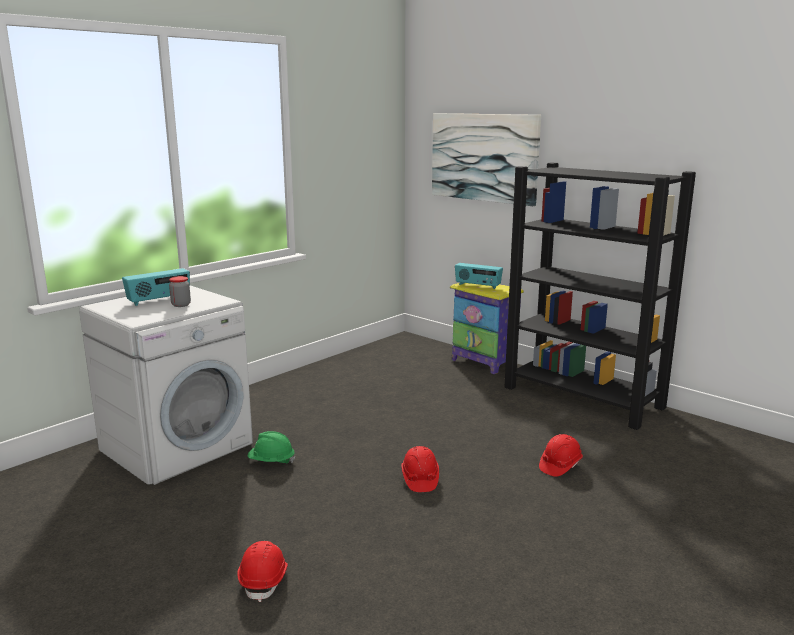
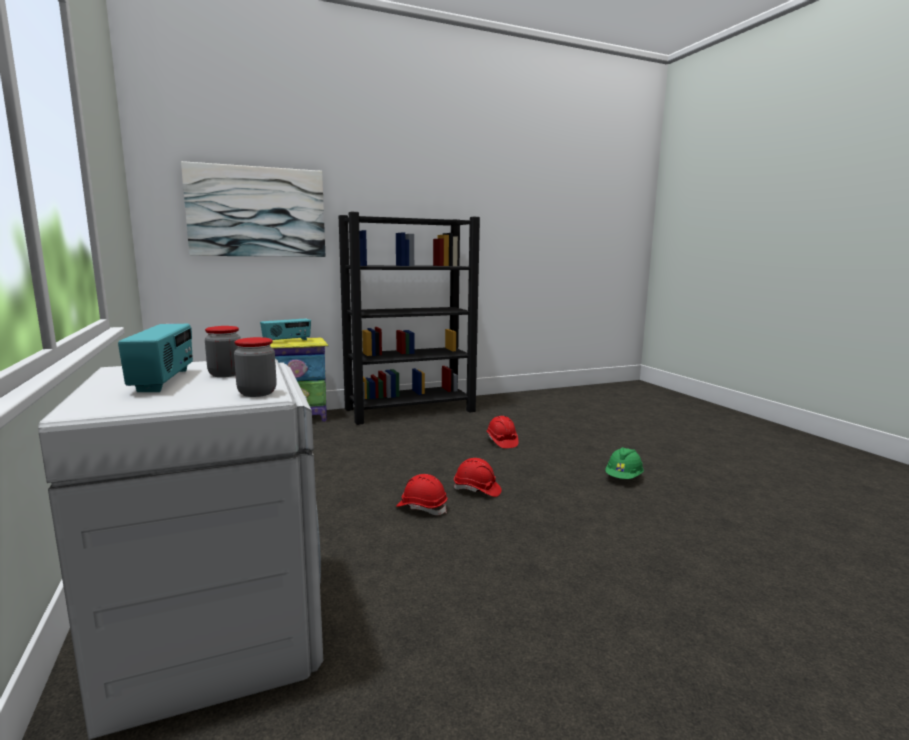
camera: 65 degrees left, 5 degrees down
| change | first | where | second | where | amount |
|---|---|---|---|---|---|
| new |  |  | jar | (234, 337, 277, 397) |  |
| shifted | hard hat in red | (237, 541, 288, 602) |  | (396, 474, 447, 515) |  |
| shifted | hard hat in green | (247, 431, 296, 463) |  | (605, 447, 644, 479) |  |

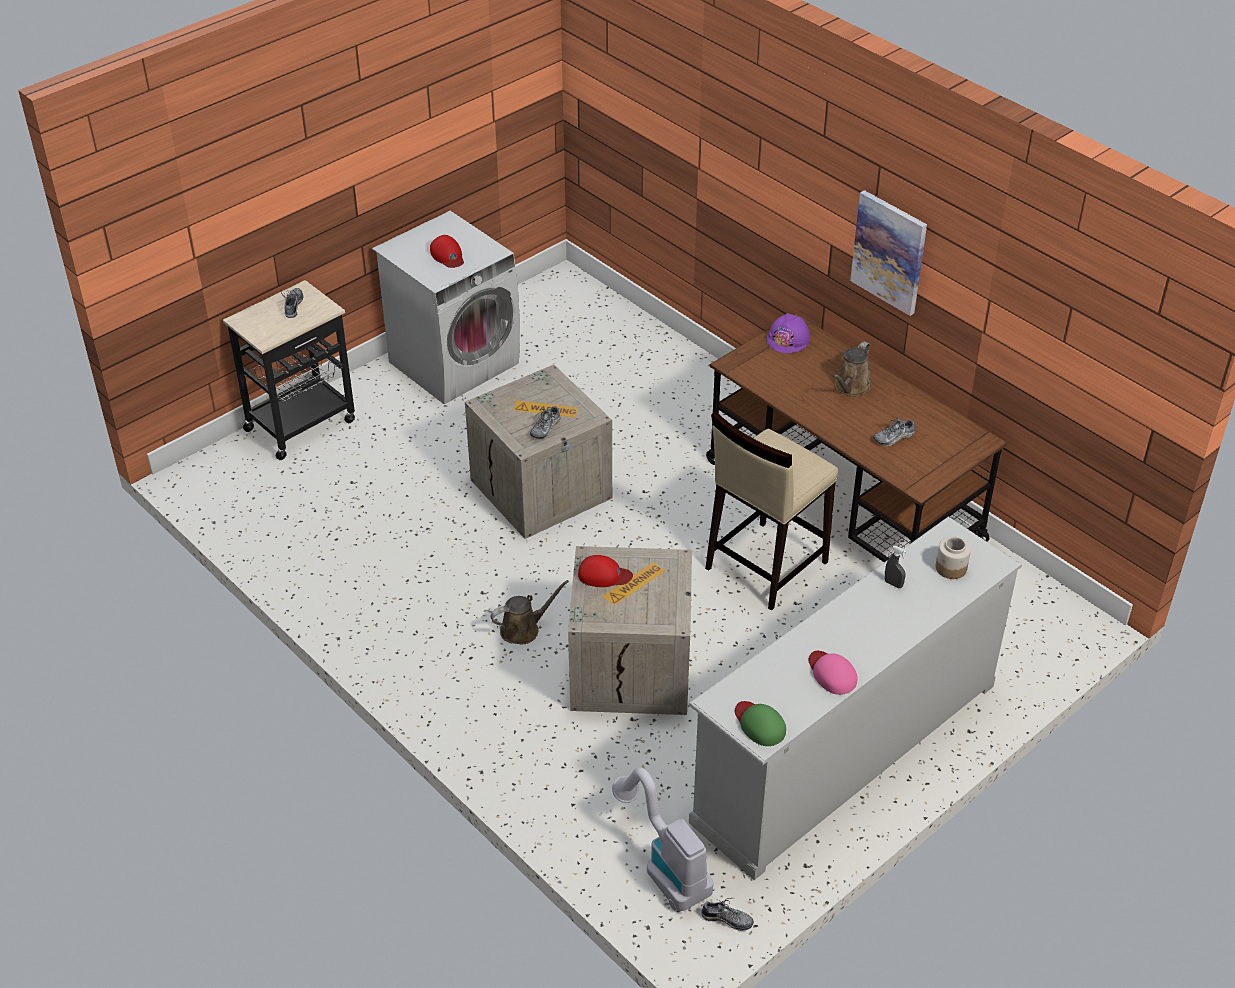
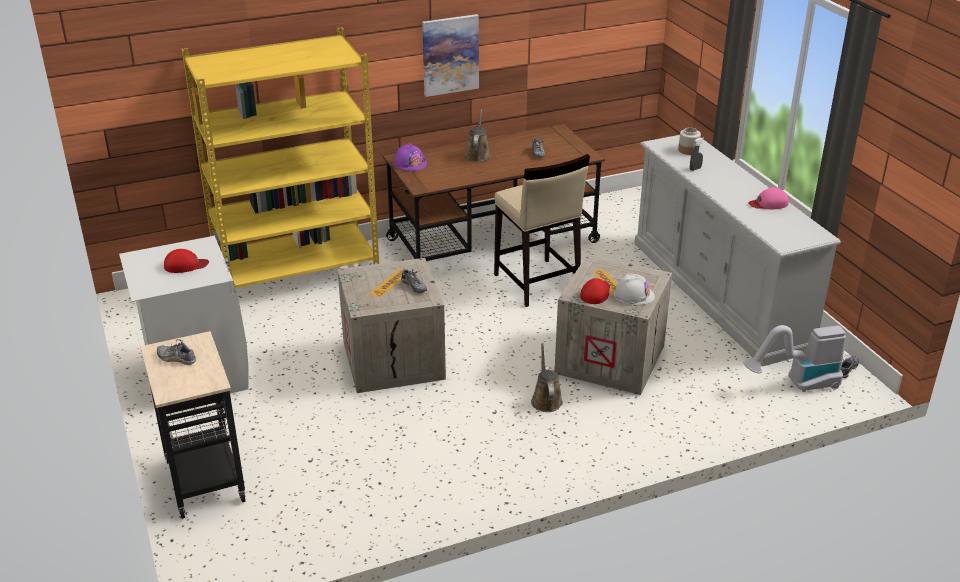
camera: 70 degrees left, 10 degrees down
| change | first | where | second | where | amount |
|---|---|---|---|---|---|
| gone | cap in green | (735, 701, 786, 746) |  |  |  |
| new |  |  | bookcase in yellow | (182, 27, 379, 288) |  |
| new |  |  | hard hat in white | (613, 273, 655, 305) |  |
| rotated | watering can in brown | (833, 341, 872, 396) |  | (464, 109, 491, 162) | 135 degrees counterclockwise |

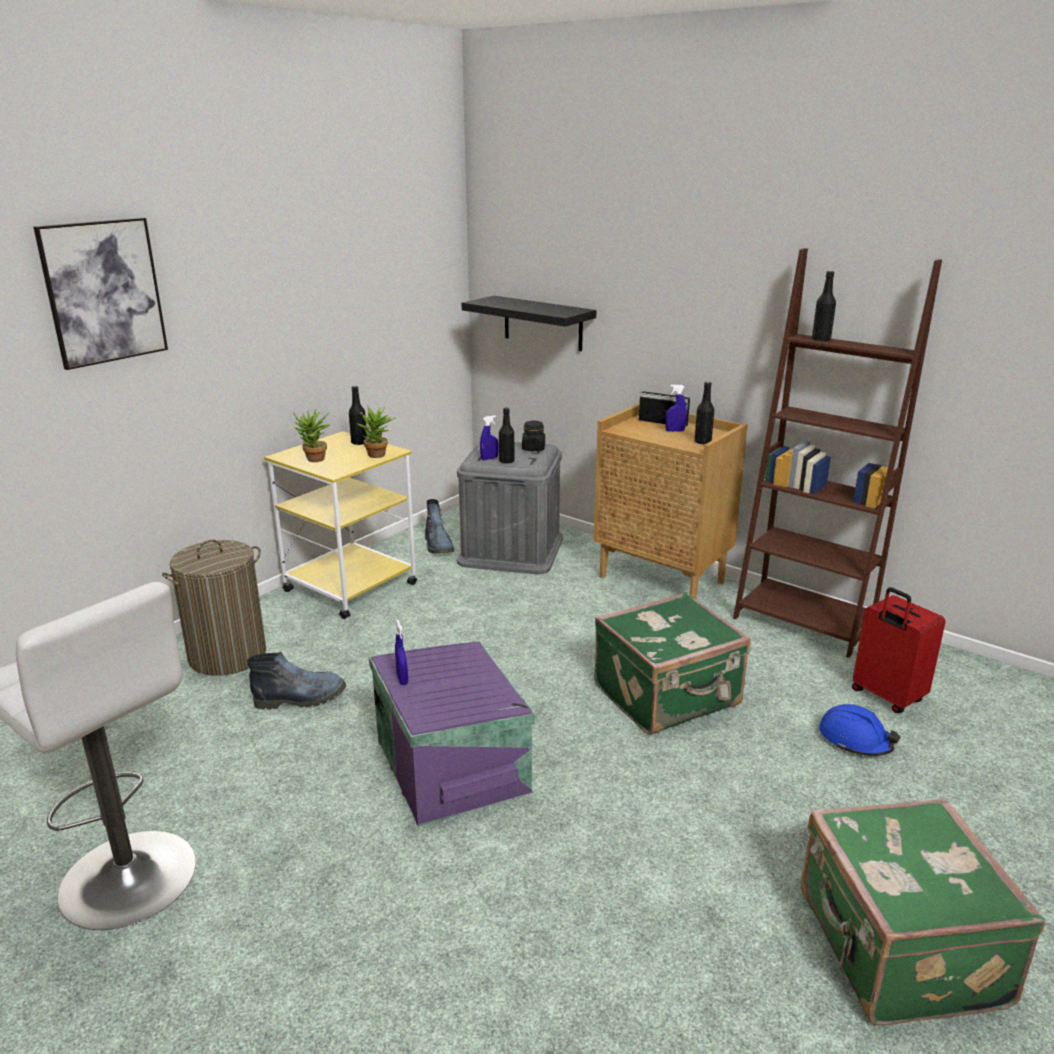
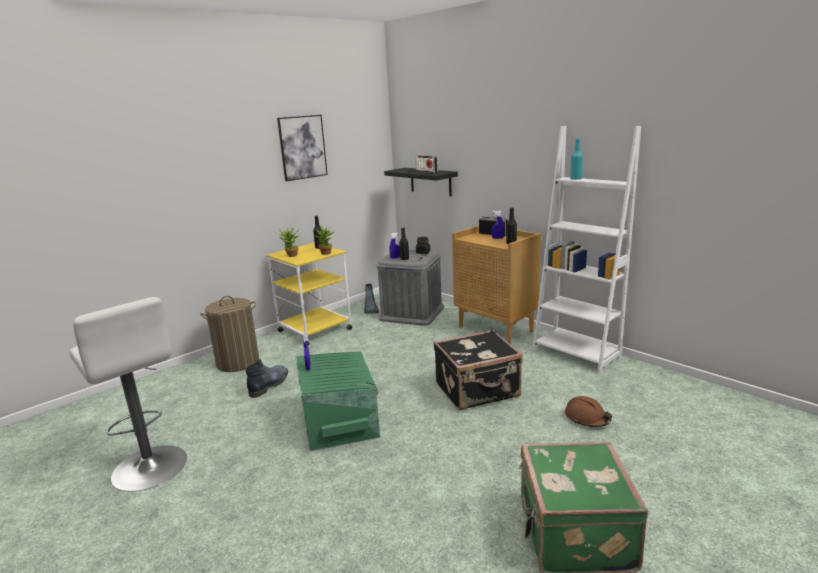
camera: 10 degrees right, 5 degrees down
| change | first | where | second | where | amount |
|---|---|---|---|---|---|
| gone | suitcase in red | (852, 587, 945, 713) |  |  |  |
| new |  |  | radio | (416, 155, 438, 173) |  |
| shifted | picture | (34, 218, 168, 370) |  | (277, 115, 328, 181) |  |
| repainted | storage box in purple | (369, 641, 535, 827) | storage box in green | (295, 352, 380, 452) |  |
| repainted | suitcase in green | (594, 592, 751, 735) | suitcase in black | (433, 329, 523, 410) |  |
| repainted | bookcase in brown | (733, 248, 942, 658) | bookcase in white | (533, 126, 641, 374) |  |
| repainted | bottle in black | (812, 271, 836, 341) | bottle in turquoise | (570, 138, 583, 180) |  |
| repainted | hard hat in blue | (819, 704, 901, 756) | hard hat in brown | (565, 396, 612, 427) |  |
| rotated | boot | (247, 652, 346, 710) |  | (245, 360, 288, 398) | 60 degrees counterclockwise |

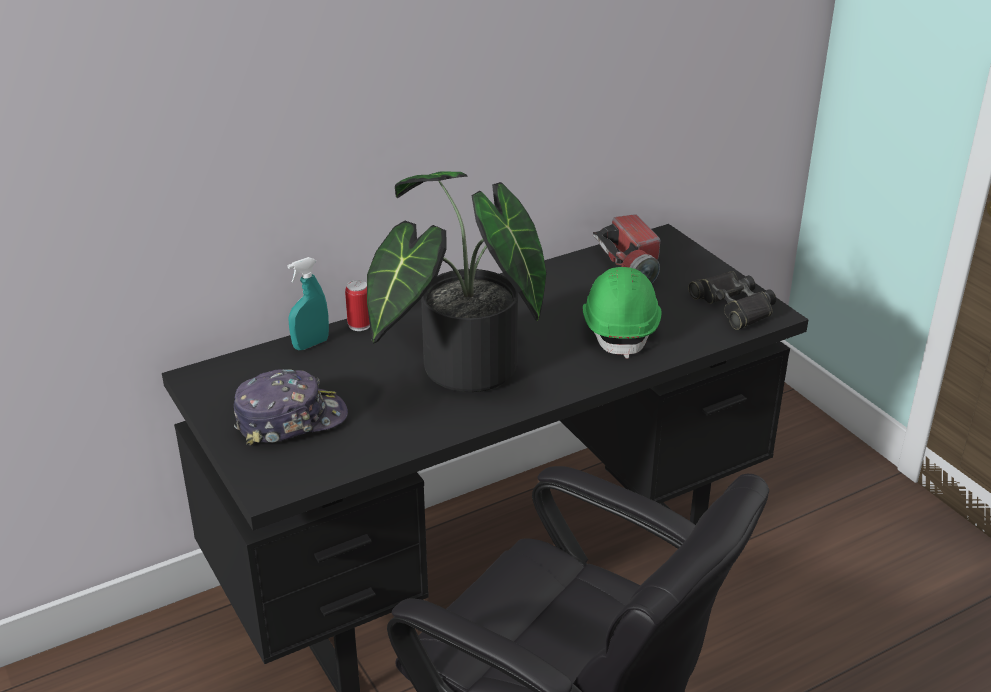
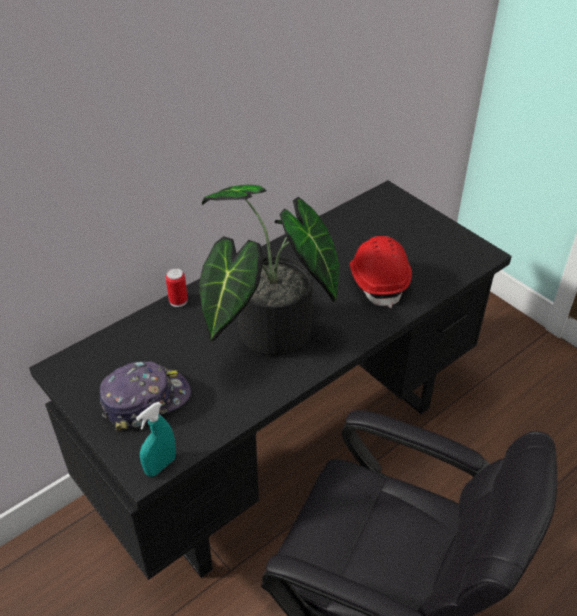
camera: 10 degrees left, 10 degrees up
| change | first | where | second | where | amount |
|---|---|---|---|---|---|
| gone | flashlight | (593, 214, 660, 283) |  |  |  |
| gone | binoculars in black | (688, 271, 776, 330) |  |  |  |
| shifted | spray bottle in turquoise | (287, 257, 329, 350) |  | (136, 402, 176, 477) |  |
| repainted | hard hat in green | (583, 267, 662, 359) | hard hat in red | (350, 236, 412, 308) |  |

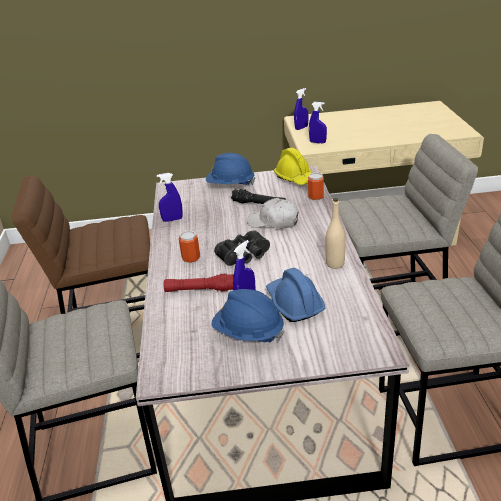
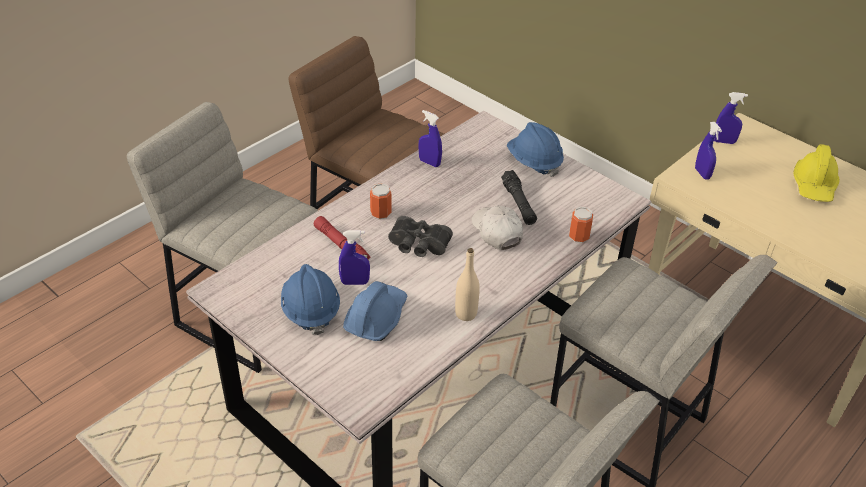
camera: 45 degrees right, 10 degrees up
| change | first | where | second | where | amount |
|---|---|---|---|---|---|
| shifted | hard hat in yellow | (274, 148, 313, 185) |  | (794, 144, 840, 202) |  |

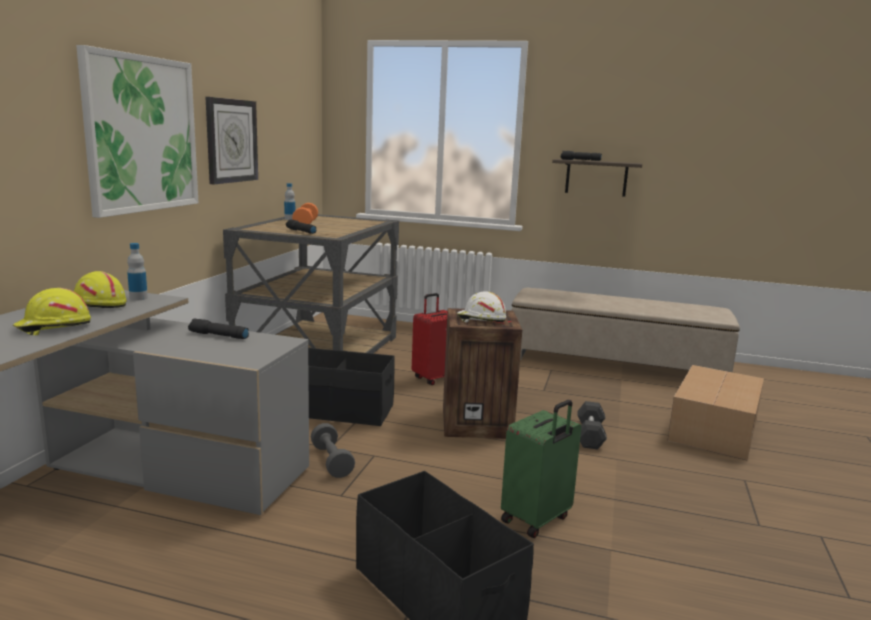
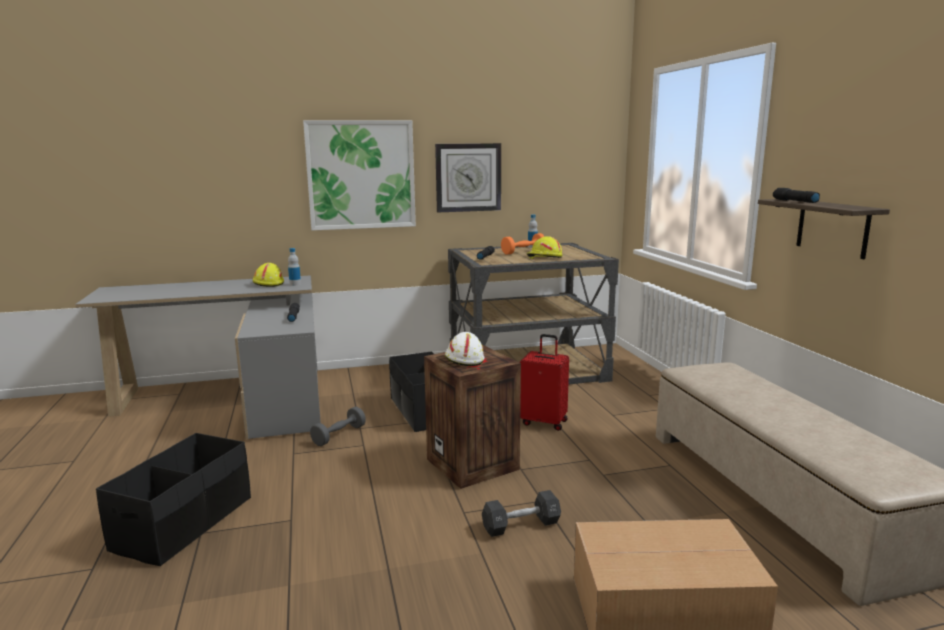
camera: 60 degrees right, 0 degrees up
| change | first | where | second | where | amount |
|---|---|---|---|---|---|
| gone | suitcase in green | (501, 400, 581, 538) |  |  |  |
| shifted | hard hat in yellow | (13, 288, 91, 335) |  | (526, 236, 562, 259) |  |

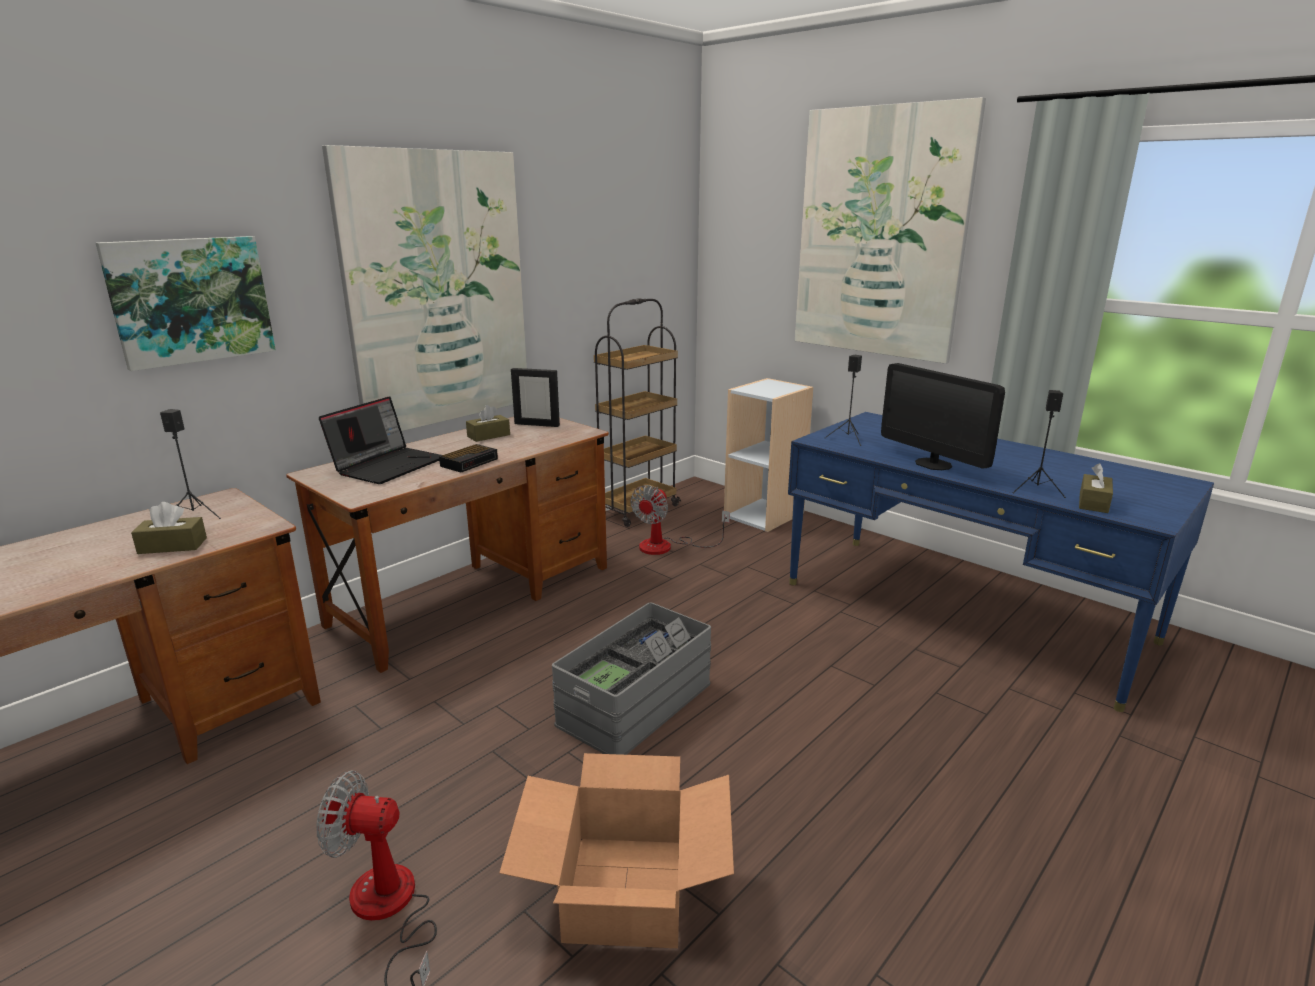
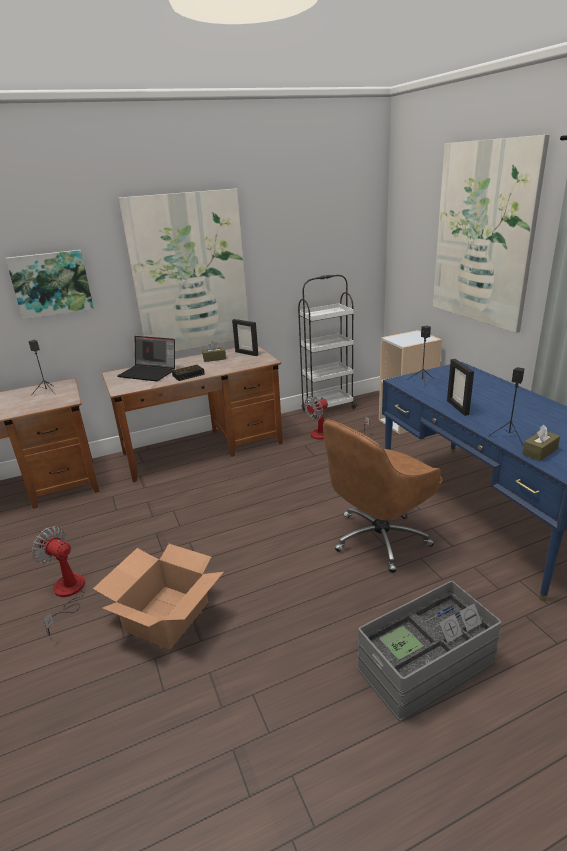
camera: 25 degrees right, 5 degrees up
| change | first | where | second | where | amount |
|---|---|---|---|---|---|
| gone | tissue box in brown | (131, 502, 207, 554) |  |  |  |
| new |  |  | office chair in brown | (323, 419, 442, 573) |  |
| shifted | storage box in grey | (552, 602, 711, 755) |  | (357, 581, 501, 721) |  |
| swapped | monitor | (881, 363, 1005, 470) | picture frame | (447, 359, 474, 416) |  |
| repainted | cart in brown | (594, 298, 681, 527) | cart in white | (298, 275, 358, 419) |  |
| rotated | laptop | (319, 396, 442, 484) |  | (117, 336, 175, 381) | 60 degrees clockwise |

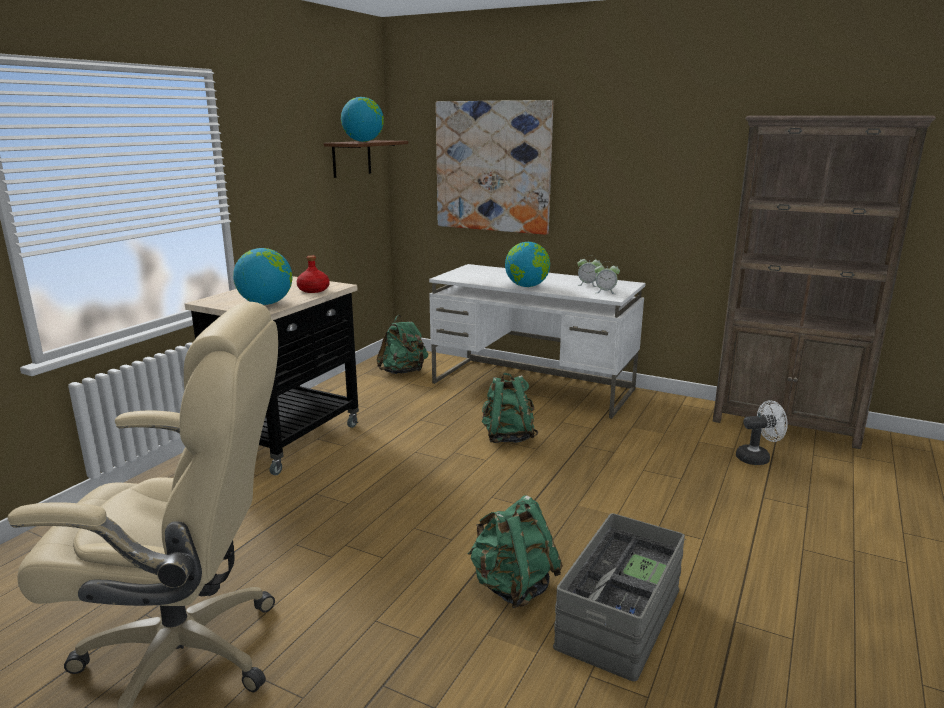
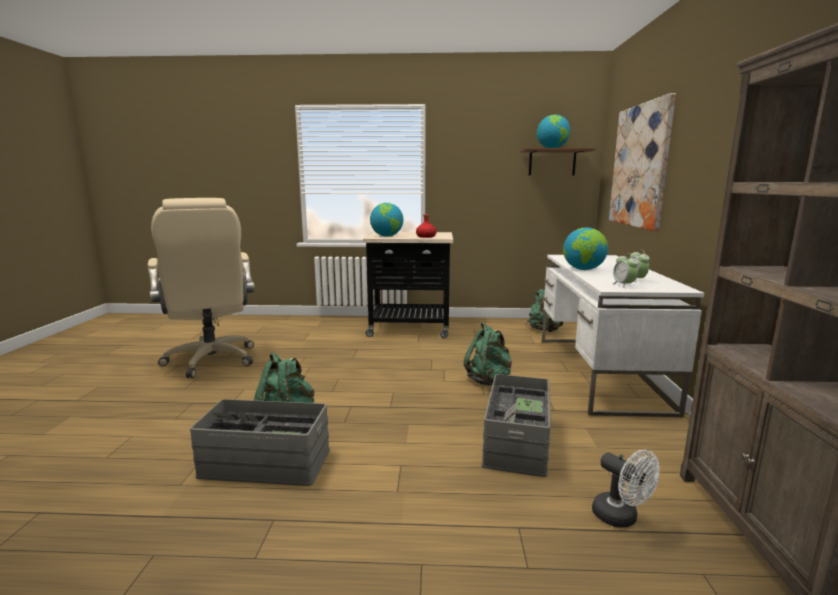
camera: 65 degrees right, 5 degrees down
| change | first | where | second | where | amount |
|---|---|---|---|---|---|
| new |  |  | storage box in grey | (482, 374, 552, 477) |  |

